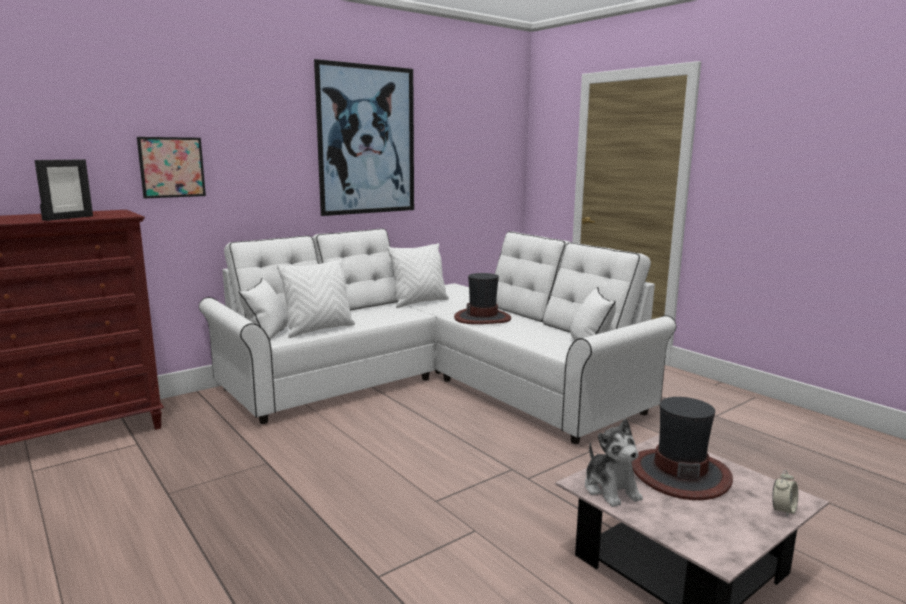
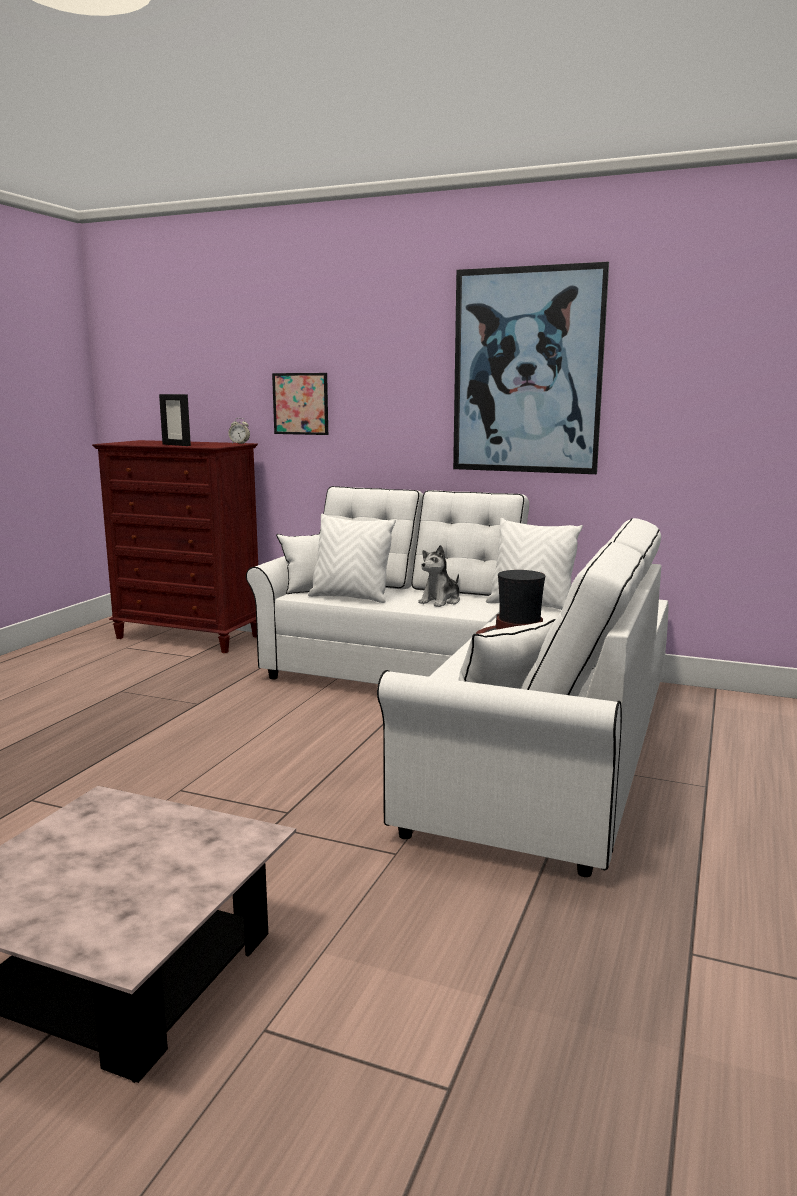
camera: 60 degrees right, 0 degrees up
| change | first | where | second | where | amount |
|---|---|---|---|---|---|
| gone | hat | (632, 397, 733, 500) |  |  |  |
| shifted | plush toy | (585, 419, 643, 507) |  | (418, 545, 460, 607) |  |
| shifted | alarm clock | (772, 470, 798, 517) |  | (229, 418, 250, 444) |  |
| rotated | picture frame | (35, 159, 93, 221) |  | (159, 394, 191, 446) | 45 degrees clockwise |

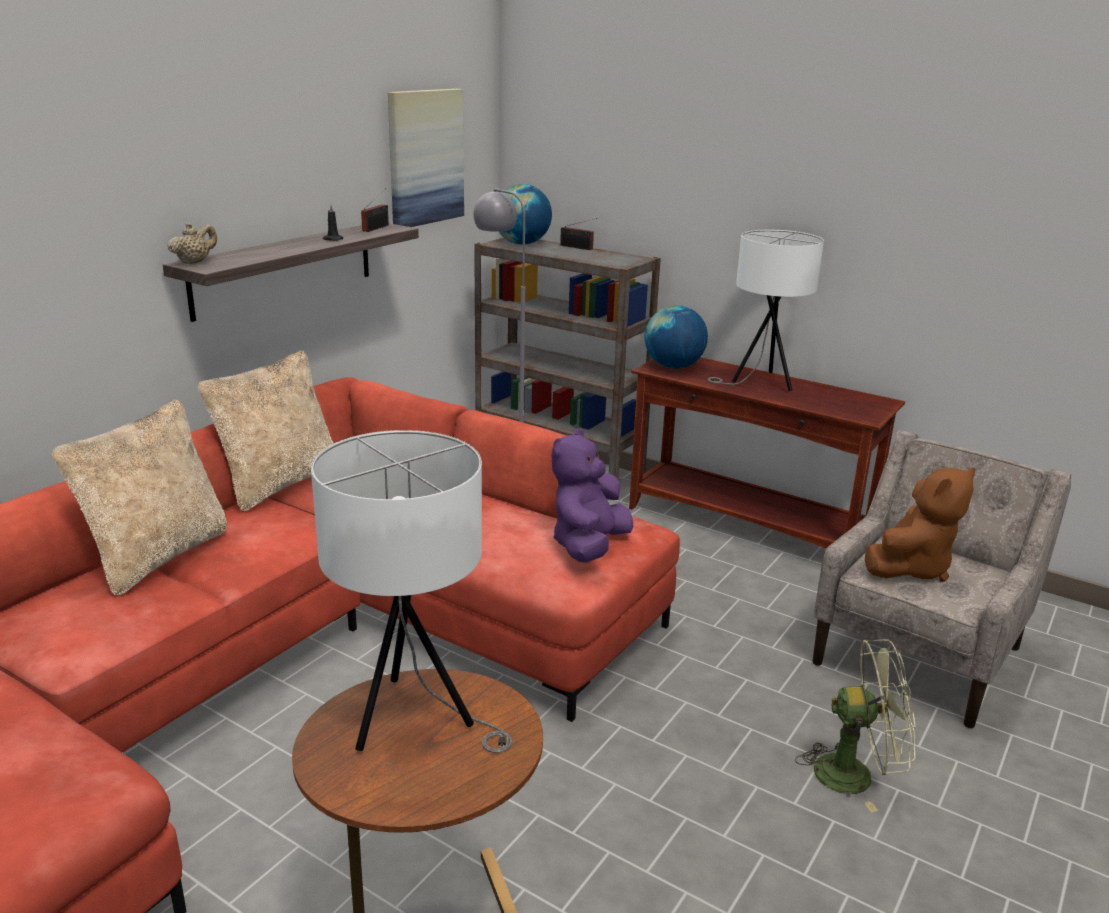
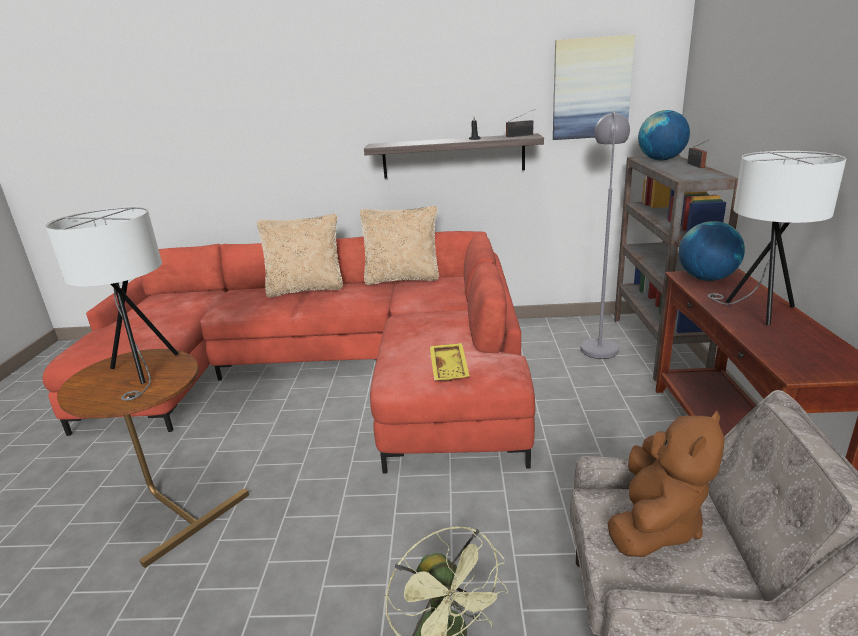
camera: 60 degrees right, 0 degrees up
| change | first | where | second | where | amount |
|---|---|---|---|---|---|
| gone | teapot in beige | (168, 222, 217, 264) |  |  |  |
| swapped | plush toy in purple | (552, 428, 634, 563) | tray in yellow | (430, 343, 470, 382) |  |
| rotated | plush toy in brown | (865, 468, 975, 582) |  | (607, 411, 725, 557) | 75 degrees counterclockwise |

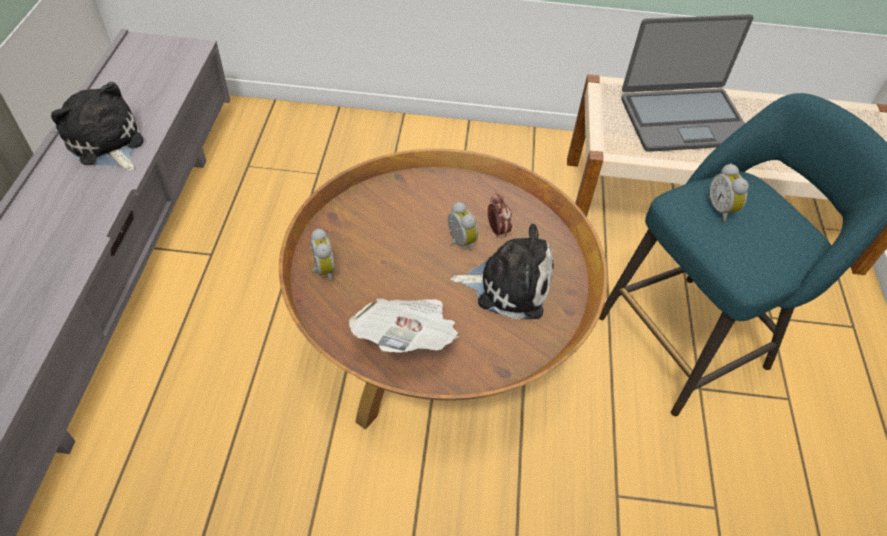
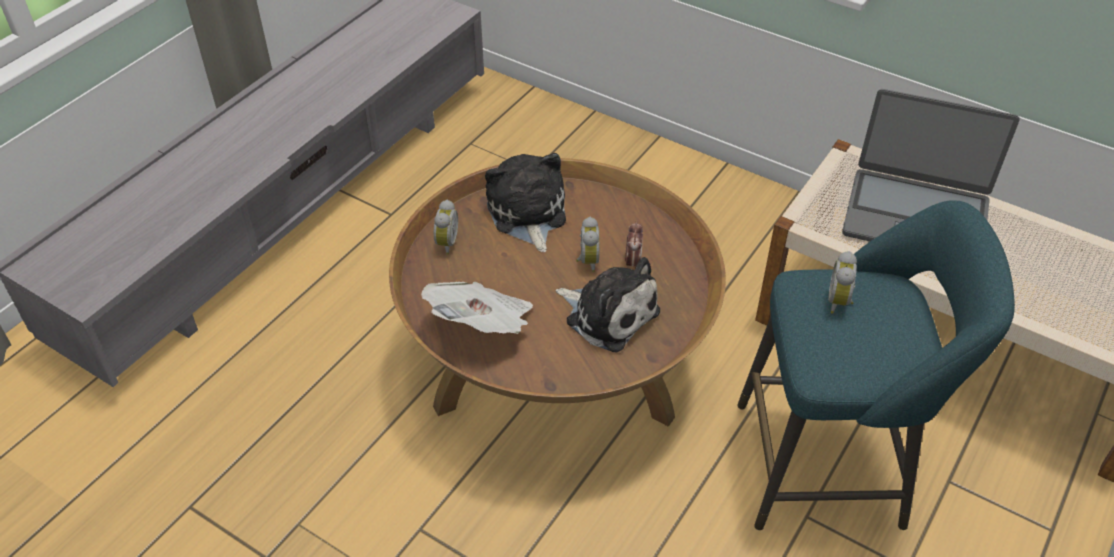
camera: 30 degrees right, 5 degrees down
| change | first | where | second | where | amount |
|---|---|---|---|---|---|
| shifted | plush toy | (51, 82, 144, 171) |  | (485, 153, 566, 252) |  |

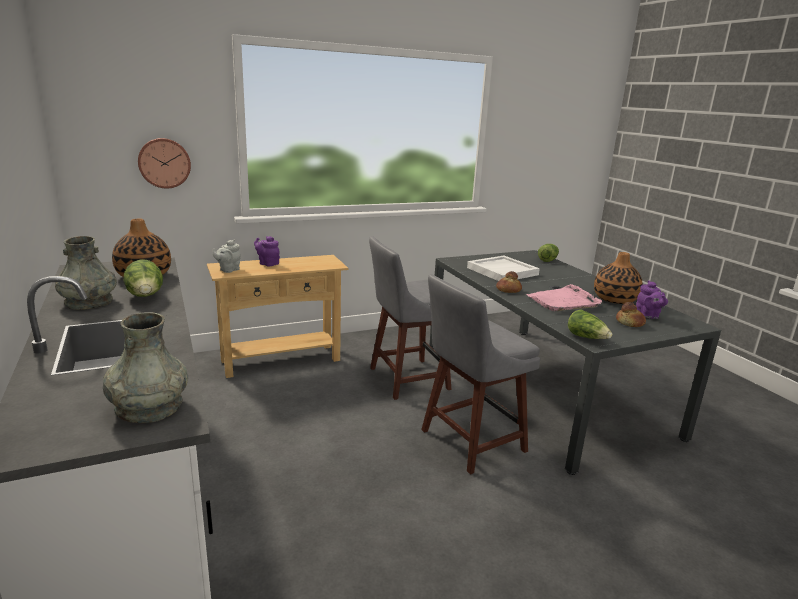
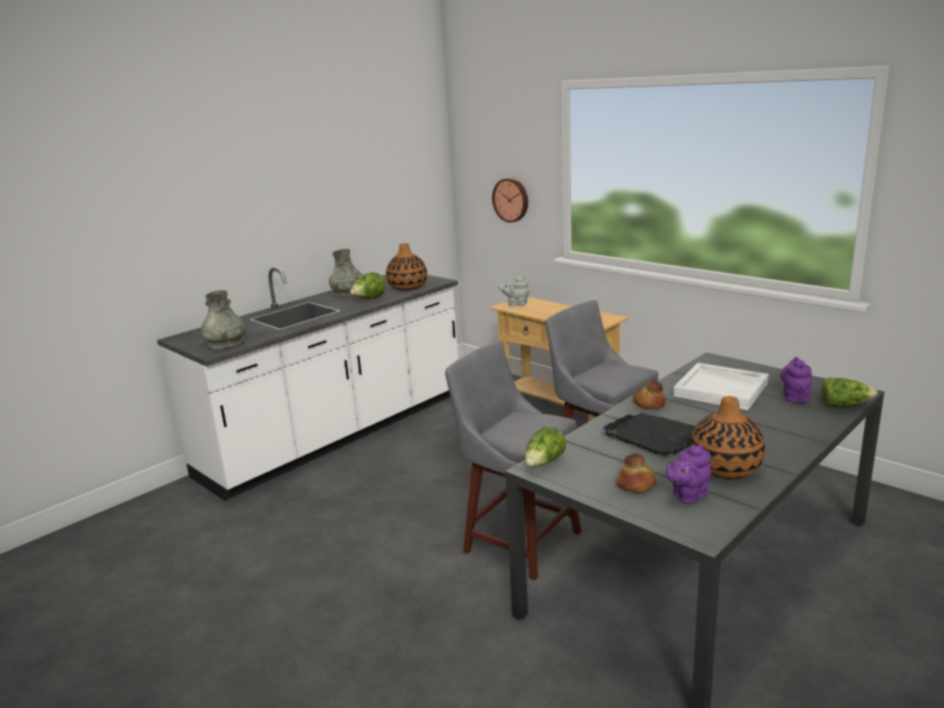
camera: 70 degrees right, 0 degrees up
| change | first | where | second | where | amount |
|---|---|---|---|---|---|
| shifted | teapot in purple | (254, 236, 280, 266) |  | (780, 357, 812, 403) |  |
| repainted | tray in pink | (526, 284, 602, 311) | tray in black | (602, 413, 696, 457) |  |

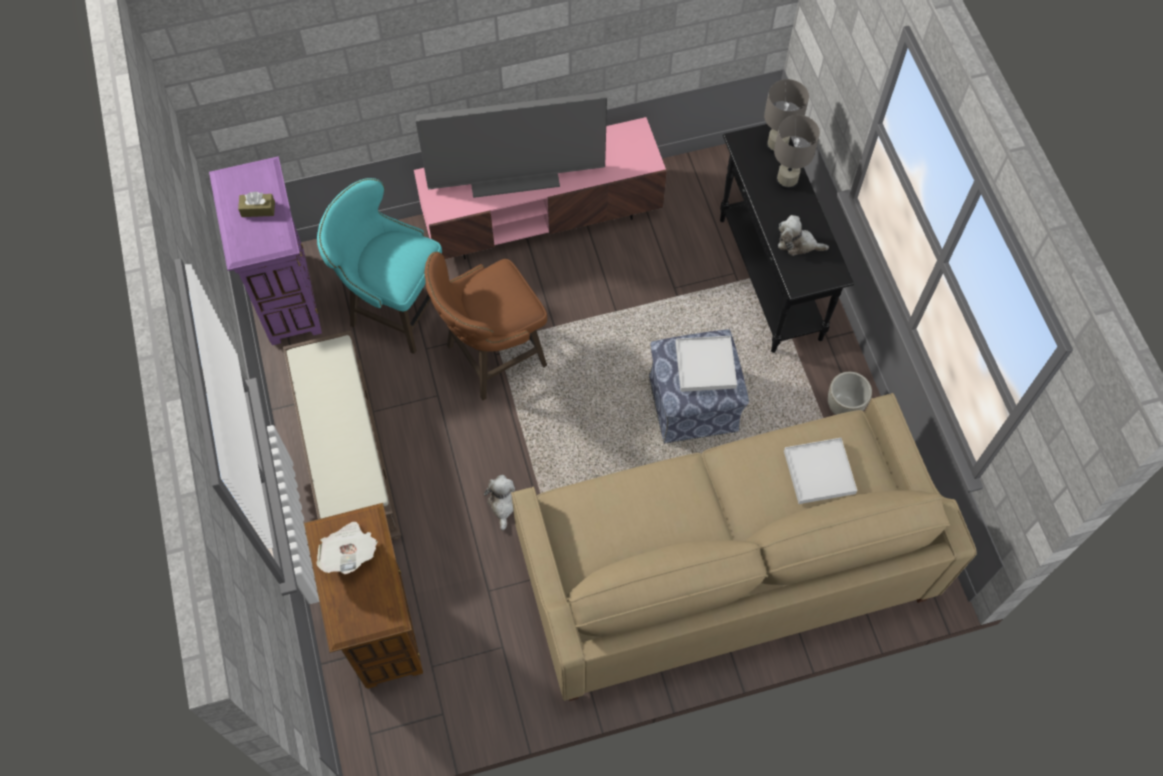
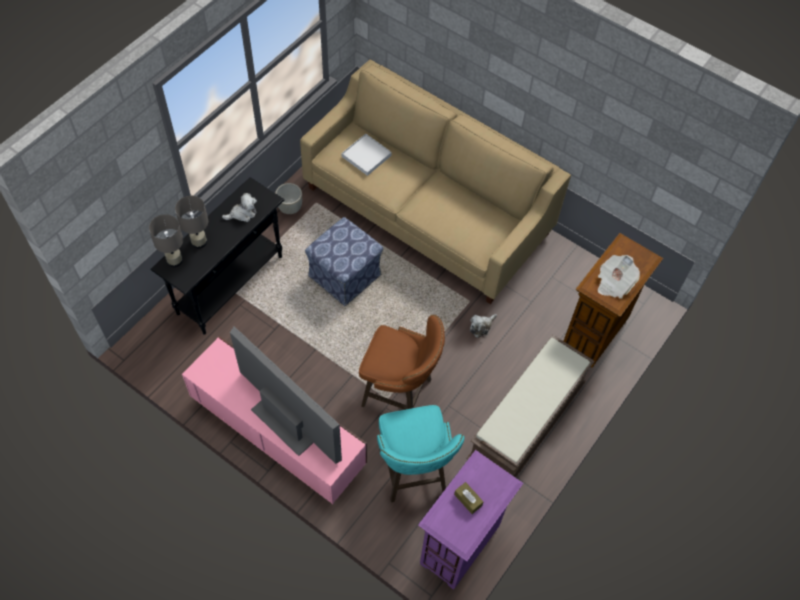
camera: 130 degrees left, 5 degrees down
| change | first | where | second | where | amount |
|---|---|---|---|---|---|
| gone | tray in white | (675, 336, 737, 392) |  |  |  |
| rotated | plush toy | (778, 215, 829, 256) |  | (222, 193, 257, 222) | 90 degrees counterclockwise |

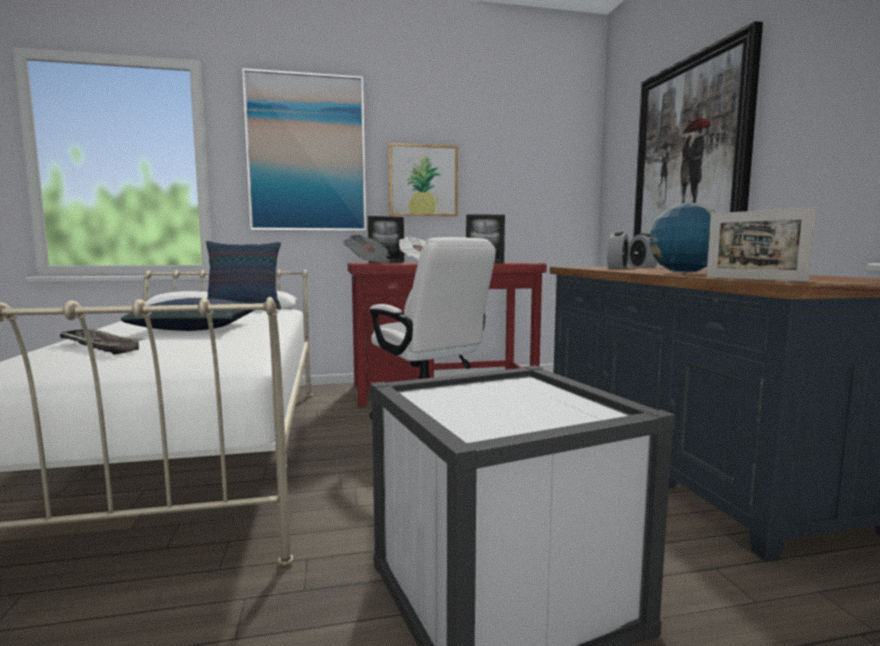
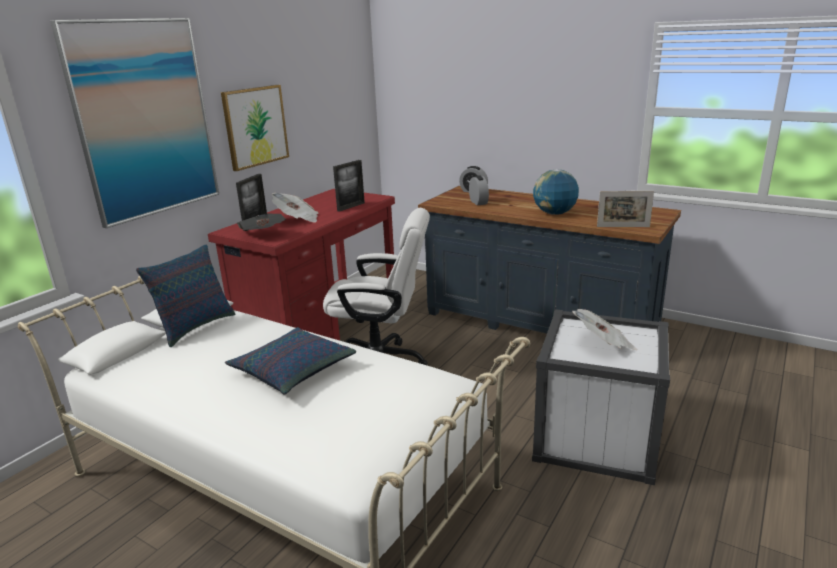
camera: 45 degrees left, 15 degrees up
| change | first | where | second | where | amount |
|---|---|---|---|---|---|
| gone | tray | (54, 329, 144, 355) |  |  |  |
| gone | picture | (633, 21, 763, 237) |  |  |  |
| new |  |  | newspaper | (572, 309, 638, 350) |  |

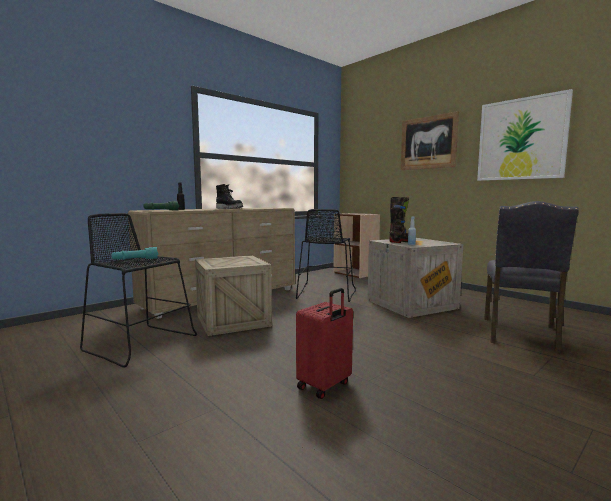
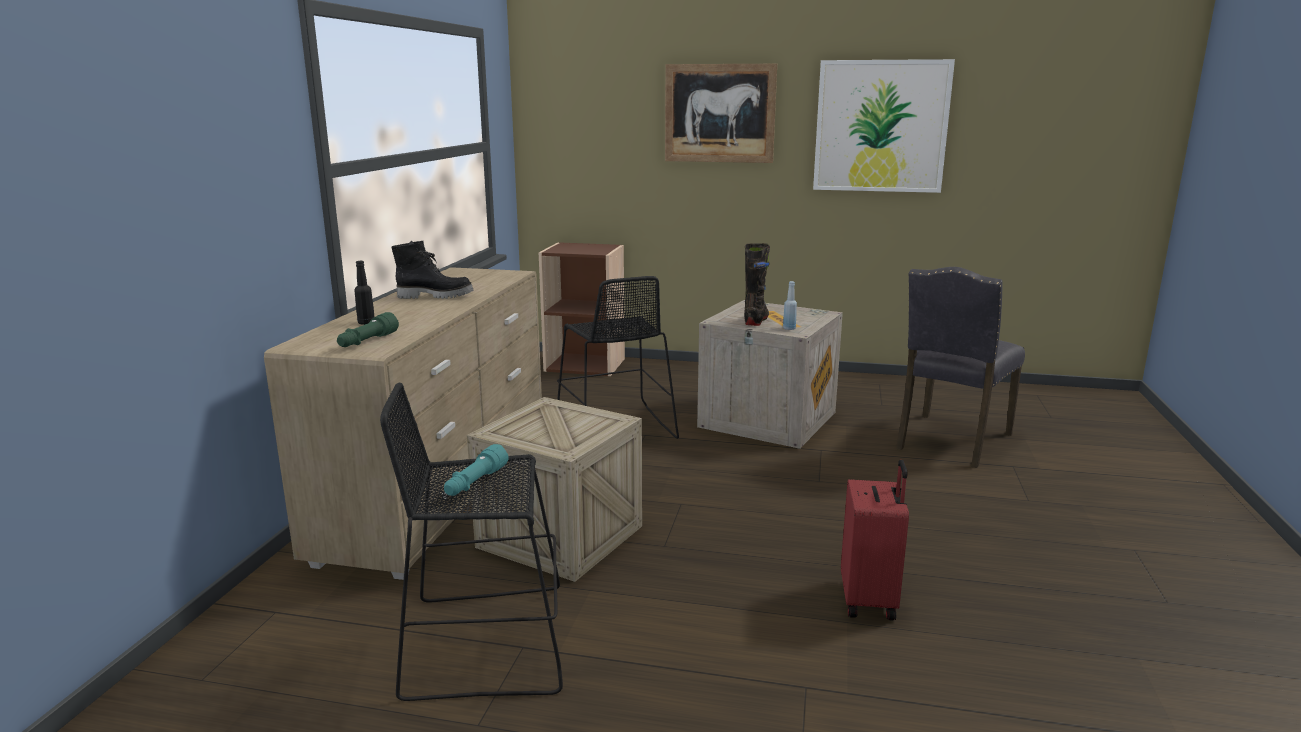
camera: 35 degrees left, 10 degrees up
| change | first | where | second | where | amount |
|---|---|---|---|---|---|
| rotated | chair in grey | (484, 201, 579, 353) |  | (896, 267, 1025, 468) | 45 degrees clockwise |

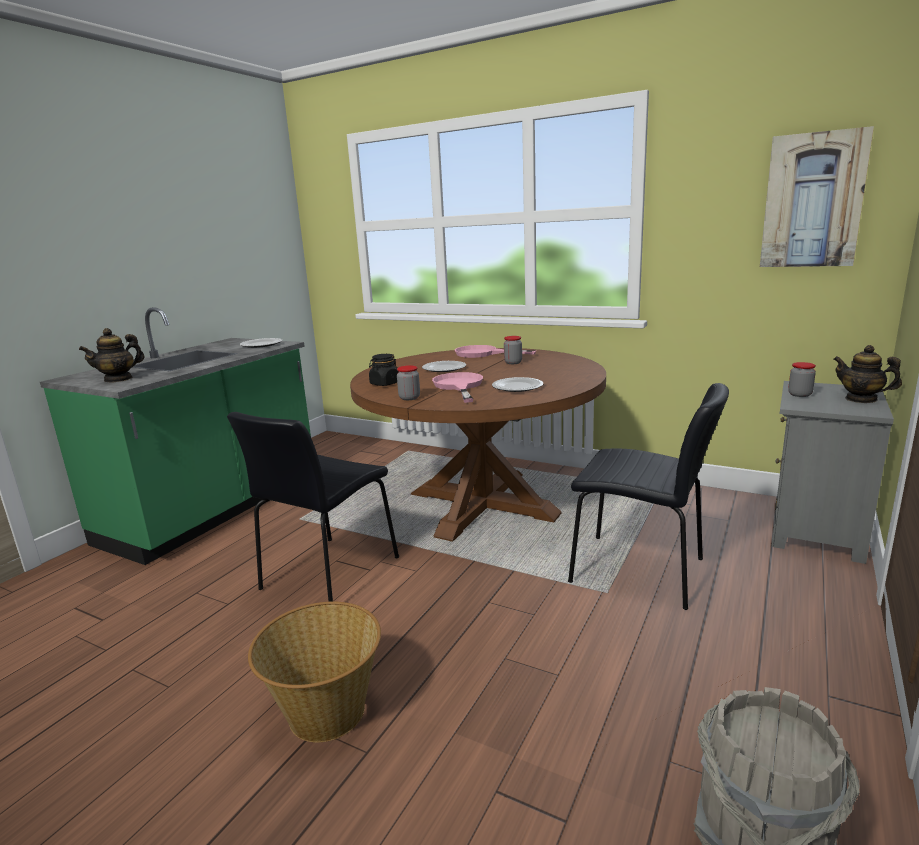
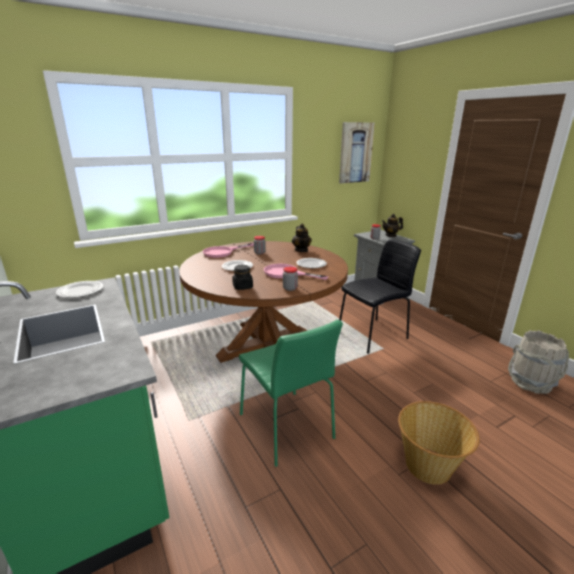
camera: 60 degrees left, 5 degrees up
| change | first | where | second | where | amount |
|---|---|---|---|---|---|
| shifted | teapot | (79, 328, 145, 383) |  | (292, 224, 312, 252) |  |
| repainted | chair in black | (227, 412, 399, 602) | chair in green | (239, 320, 343, 467) |  |

